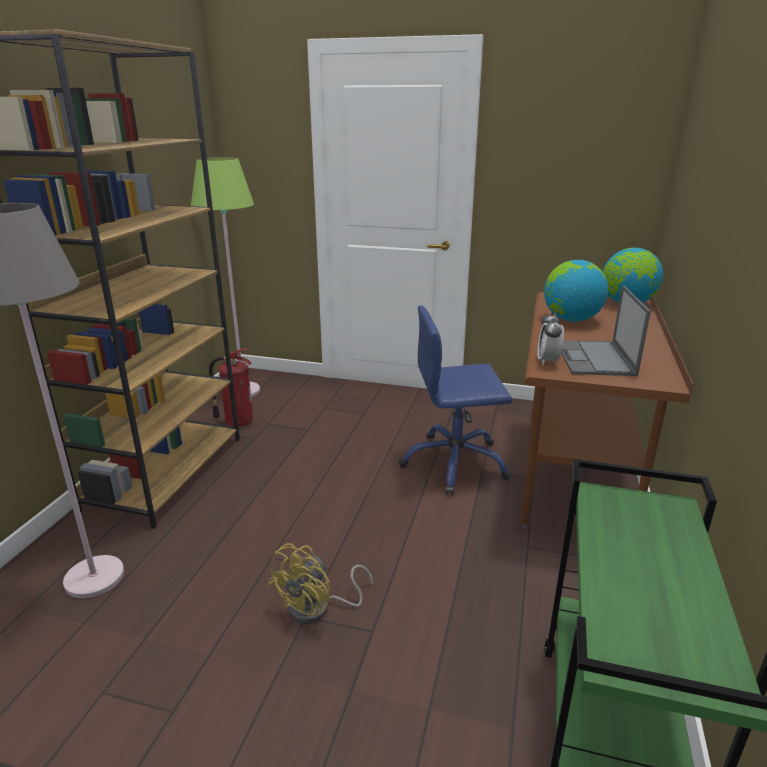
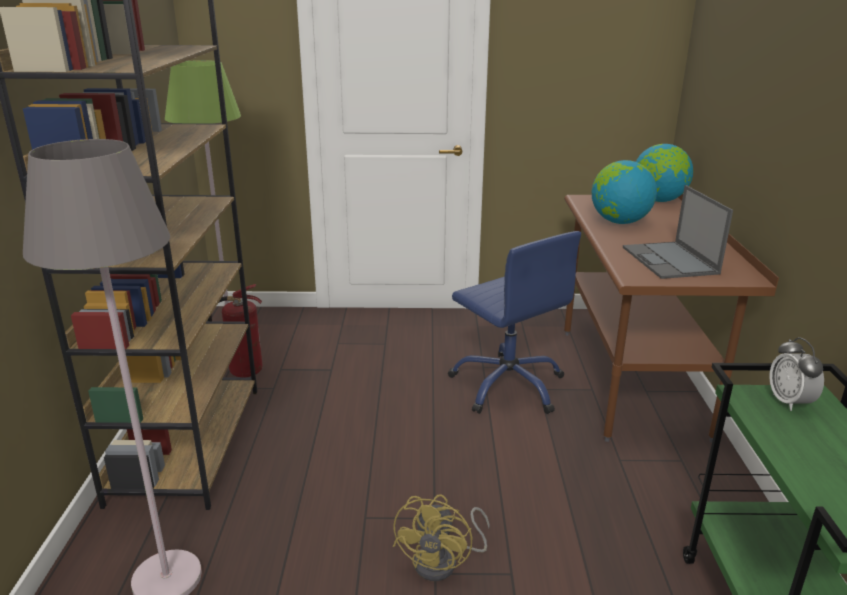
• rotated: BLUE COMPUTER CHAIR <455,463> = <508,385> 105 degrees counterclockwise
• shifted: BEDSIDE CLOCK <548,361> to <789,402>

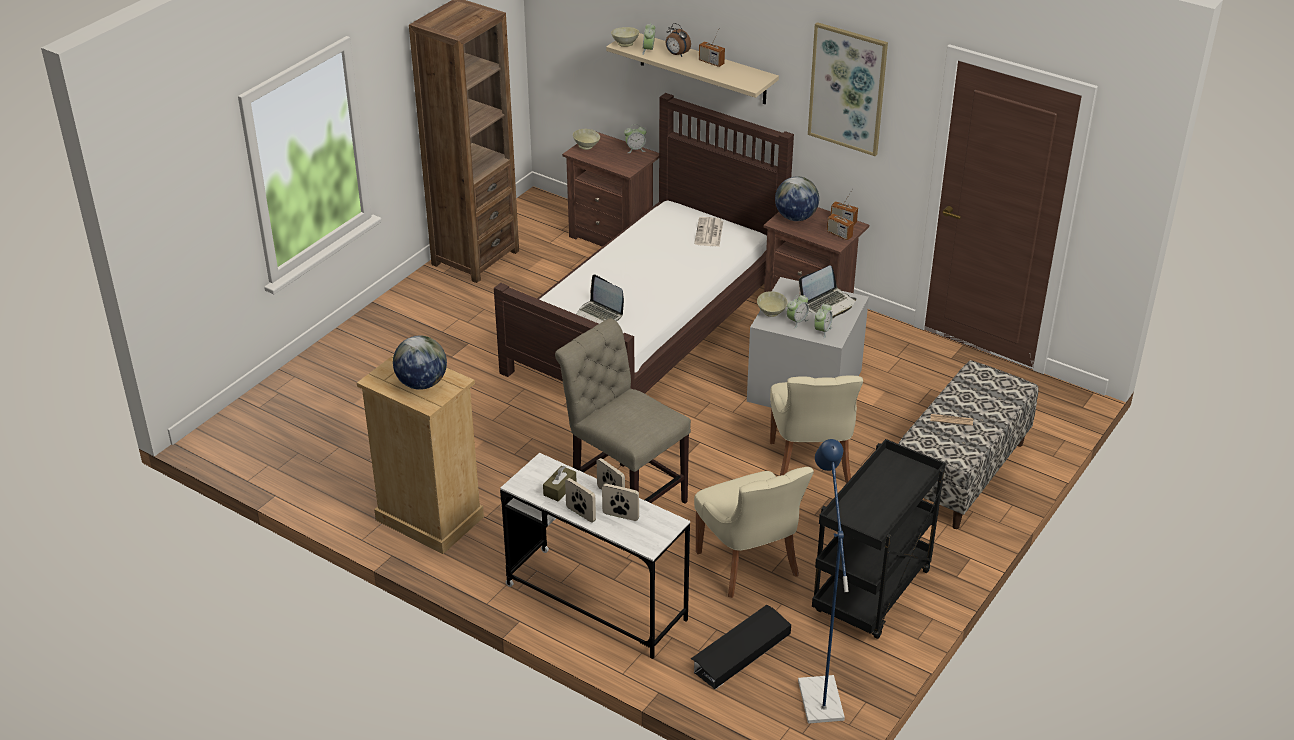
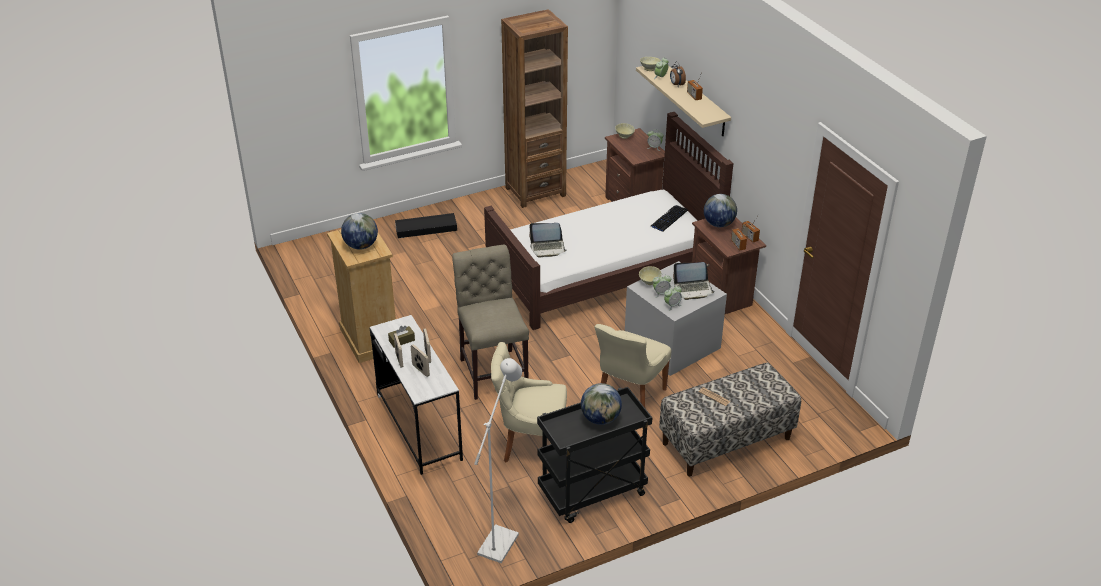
• shifted: BLACK-COLOURED STORAGE BIN <740,651> to <426,229>
• repainted: BLUE STANDARD LAMP <818,691> to WHITISH STANDARD LAMP <501,538>
• rotated: SAND-COLOURED UPRIGHT CHAIR <749,566> = <530,443> 90 degrees clockwise
• rotated: NOTEBOOK COMPUTER <599,315> = <548,248> 75 degrees counterclockwise
• new: DESK GLOBE <600,419>
• swapped: PRINTED PAPER <709,233> to COMPUTER KEYBOARD <669,219>
• gone: PICTURE <847,88>

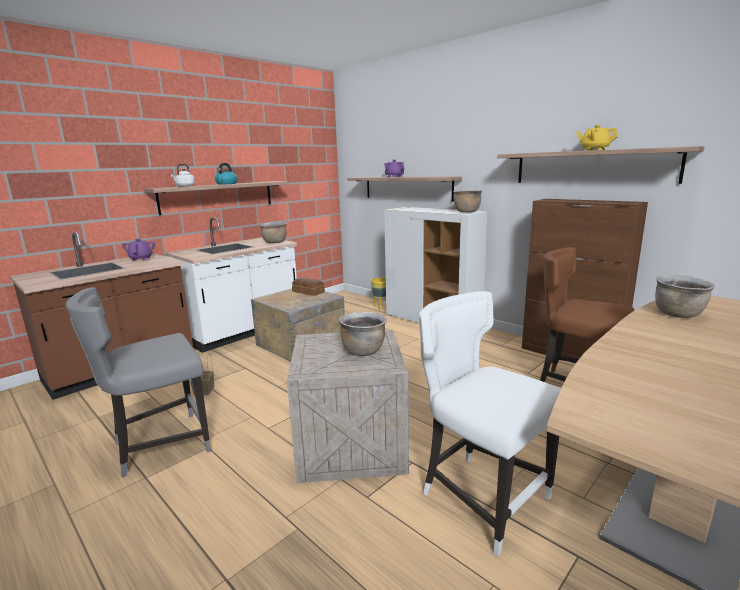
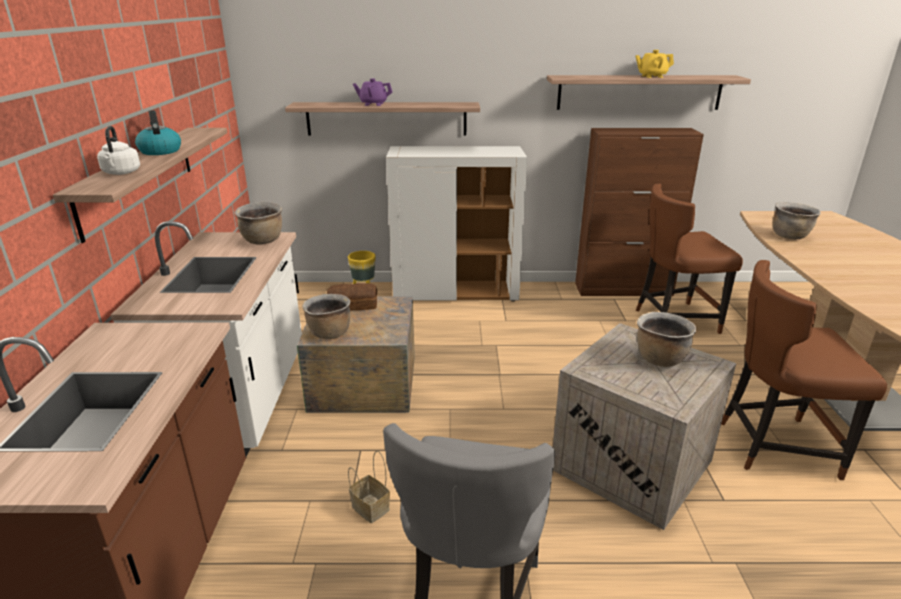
• shifted: BROWN-COLOURED STOCKPOT <466,212> to <329,333>
• repainted: WHITISH UPRIGHT CHAIR <482,497> to BROWN-COLOURED UPRIGHT CHAIR <773,446>
• gone: PURPLE TEA POT <141,259>

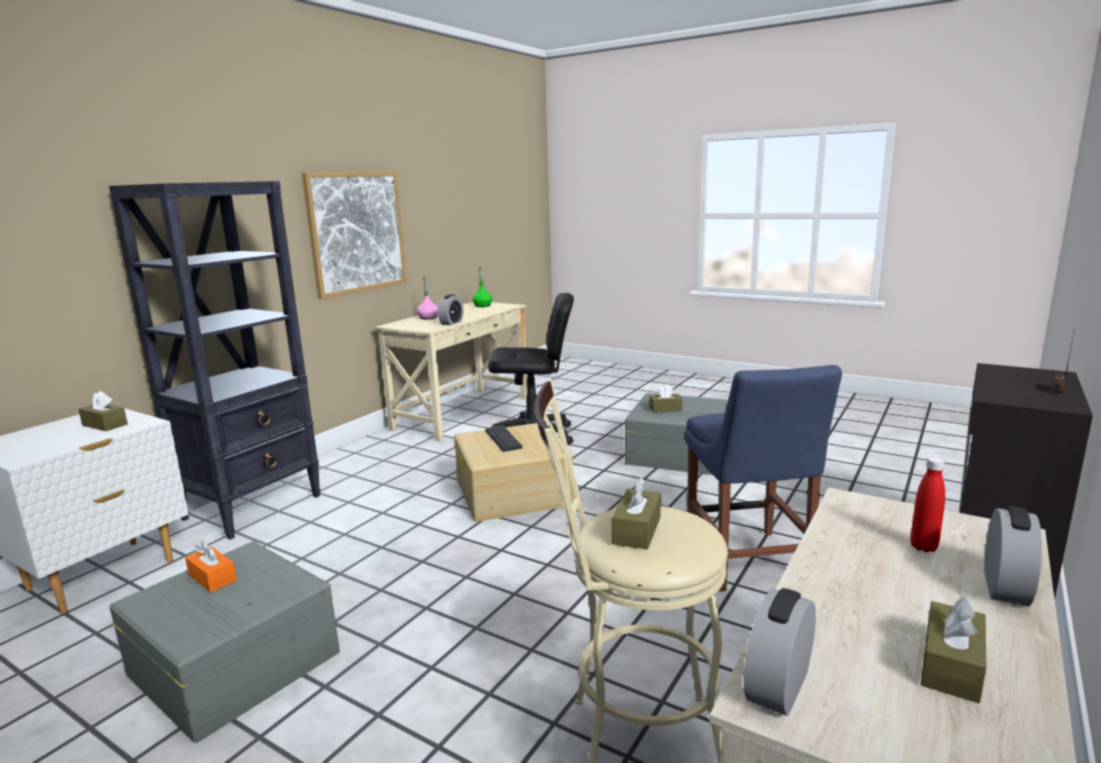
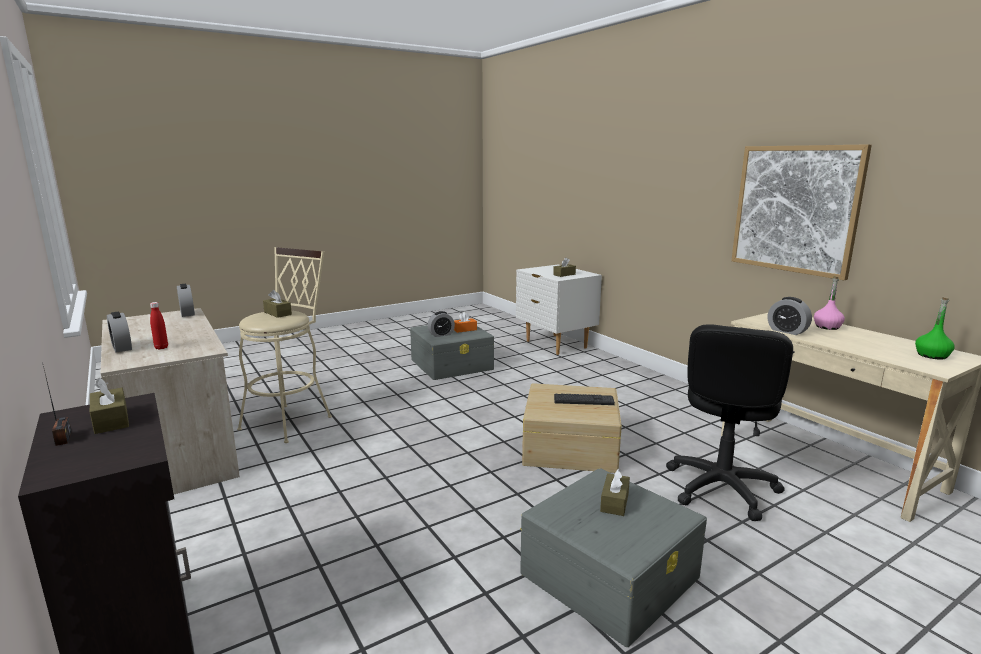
• shifted: BROWN-COLOURED BOX OF TISSUES <951,666> to <111,420>
• new: BEDSIDE CLOCK <441,334>
• gone: BLACK-COLOURED BOOKCASE <254,507>
• gone: BLUE UPRIGHT CHAIR <748,563>

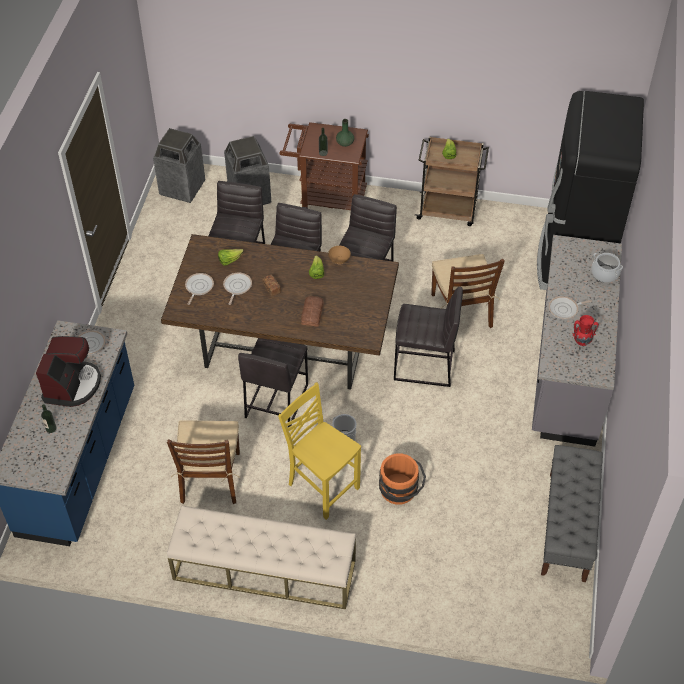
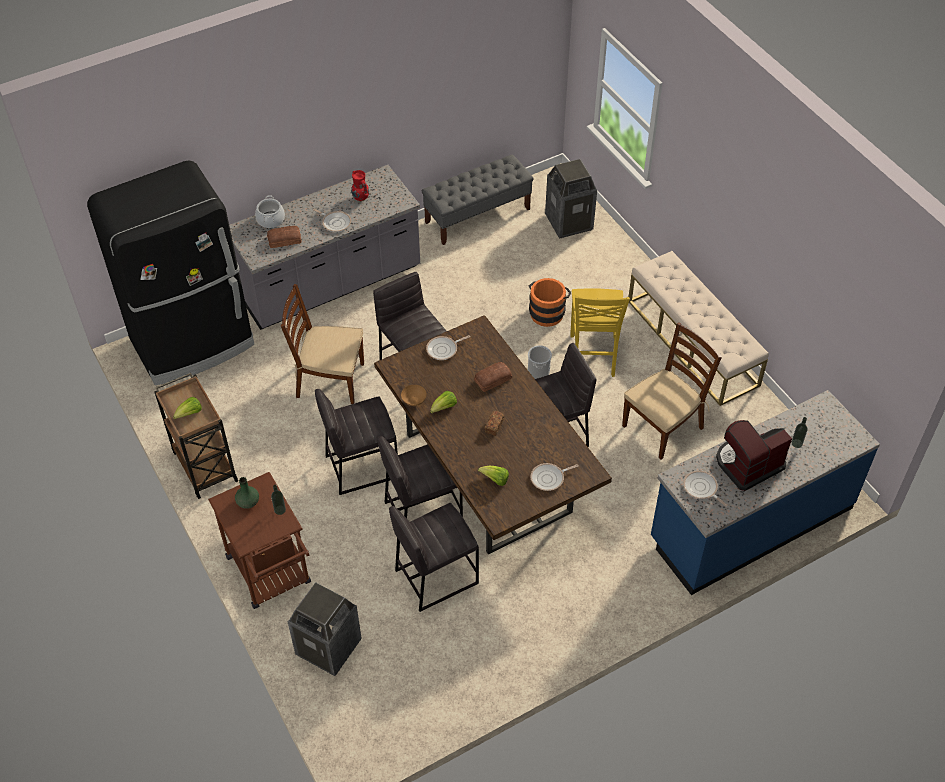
• new: BREAD <284,239>
• rotated: BROWN-COLOURED UPRIGHT CHAIR <462,311> = <329,380> 120 degrees counterclockwise
• shifted: FRYING PAN <237,287> to <444,349>
• shifted: WASTE BIN <182,188> to <569,222>

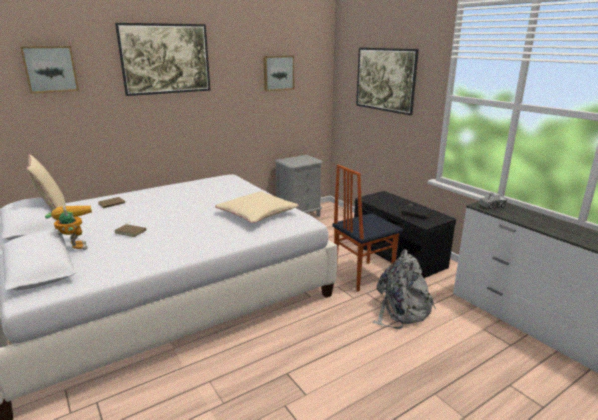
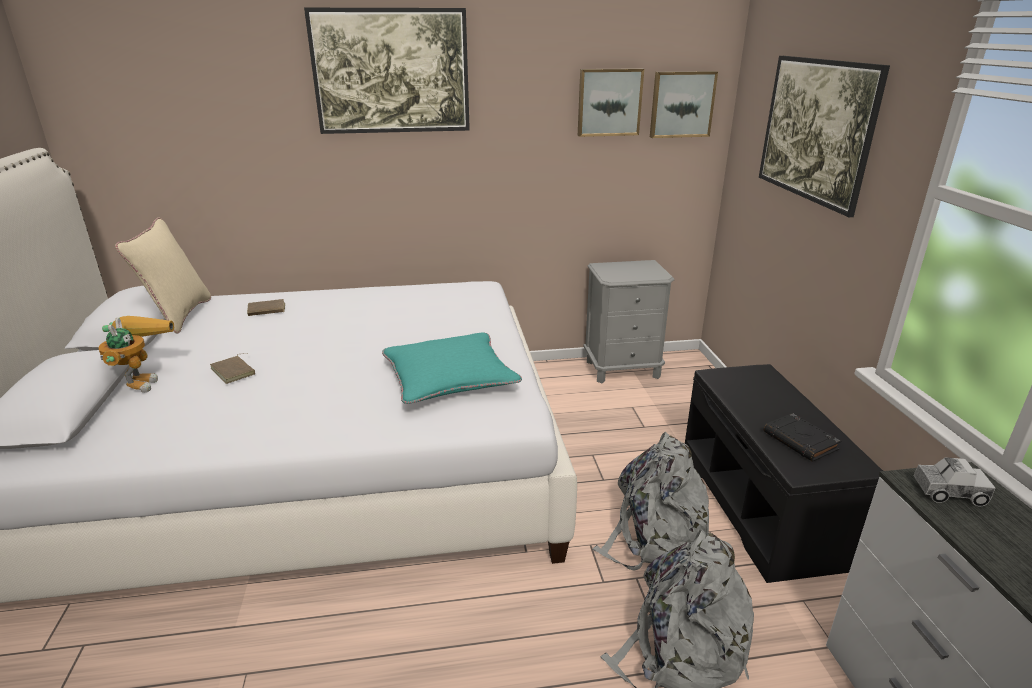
• repainted: SAND-COLOURED CUSHION <257,213> to BLUE-GREEN CUSHION <449,377>
• swapped: UPRIGHT CHAIR <362,276> to GREYISH BACKPACK <653,534>
• shifted: PICTURE <50,69> to <681,104>

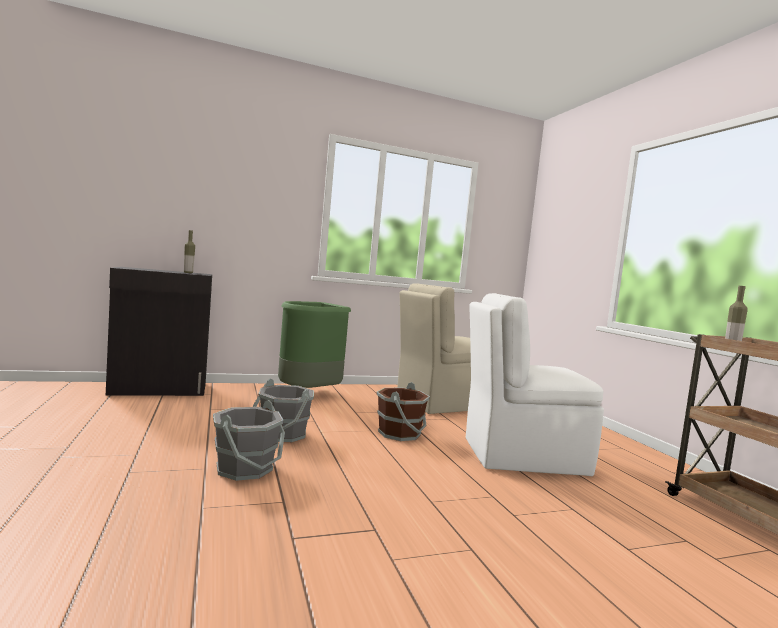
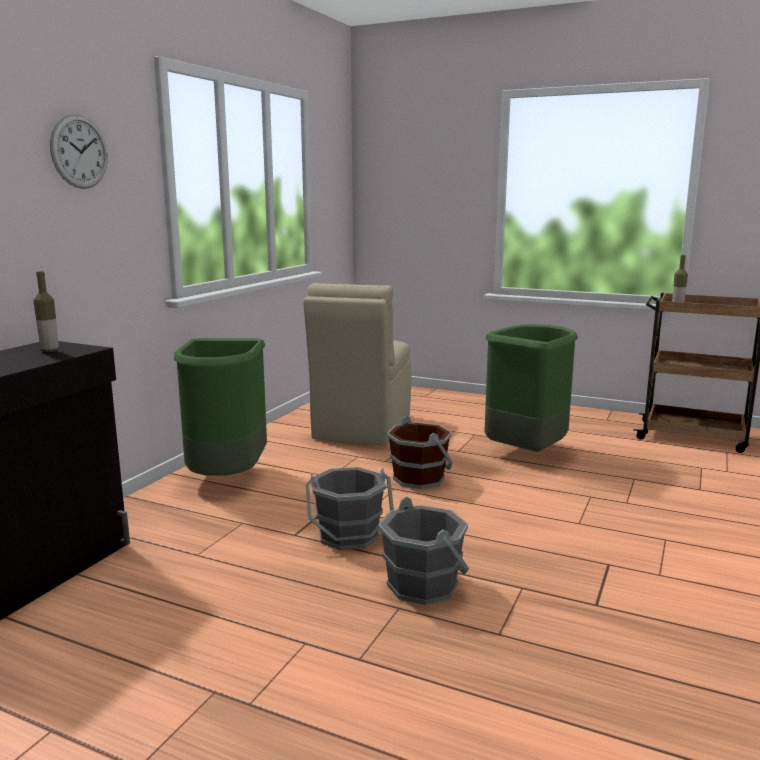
• new: HANGING CLOCK <79,151>
• swapped: WHITISH UPRIGHT CHAIR <520,456> to GREENISH WASTE BIN <527,453>

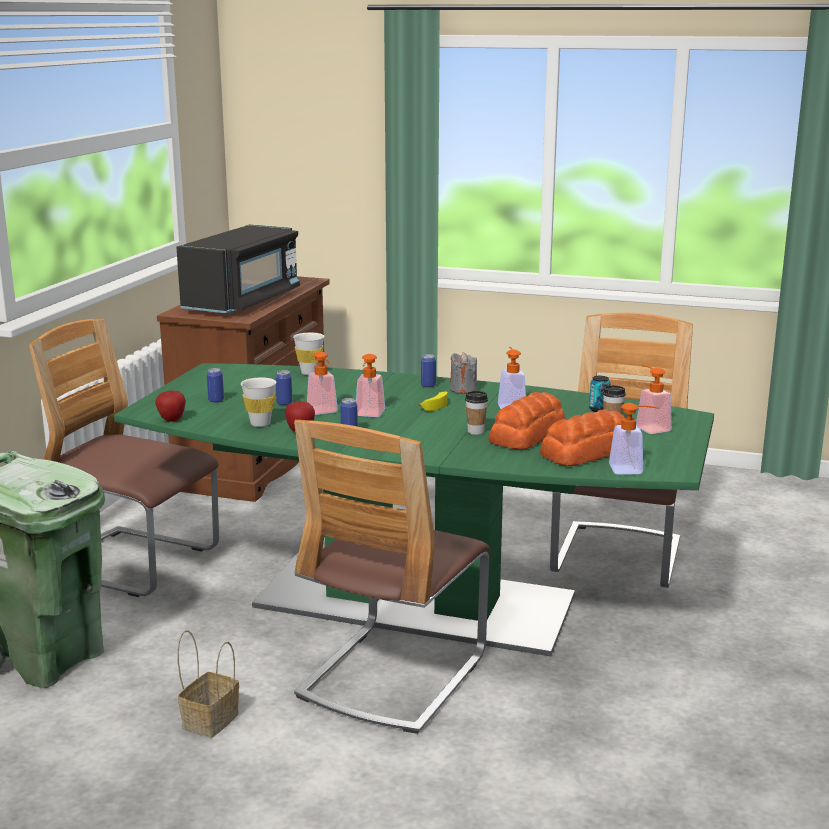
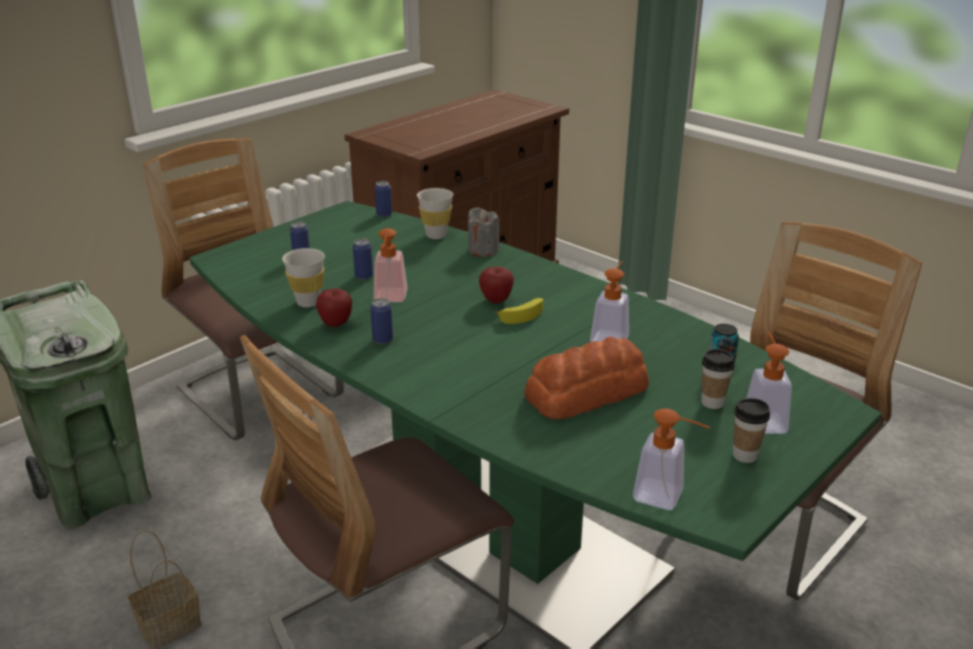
• shifted: SEALED CAN <428,386> to <384,214>
• shifted: GREYISH CANDLE <463,389> to <483,250>
• shifted: APPLE <172,420> to <496,300>
• shifted: CUP <475,431> to <745,455>
• gone: BLACK-COLOURED MICROWAVE OVEN <243,301>
• gone: SOAP BOTTLE <368,415>
• gone: BREAD <588,452>

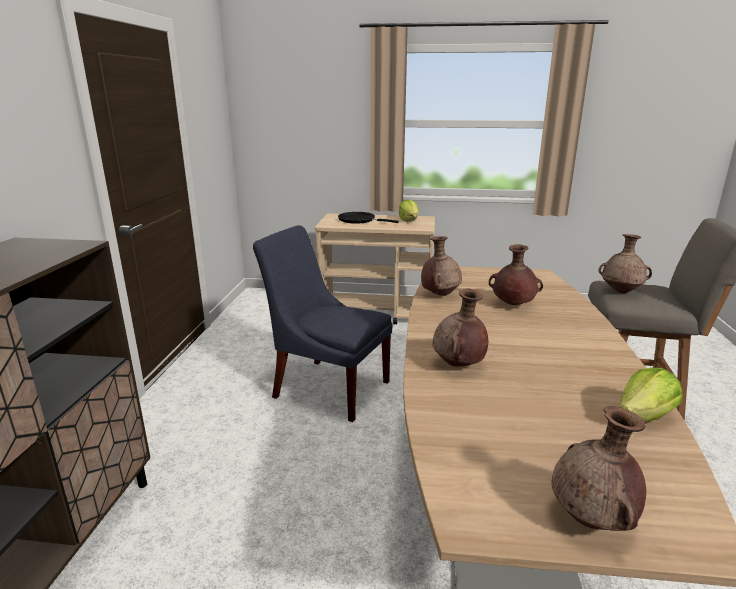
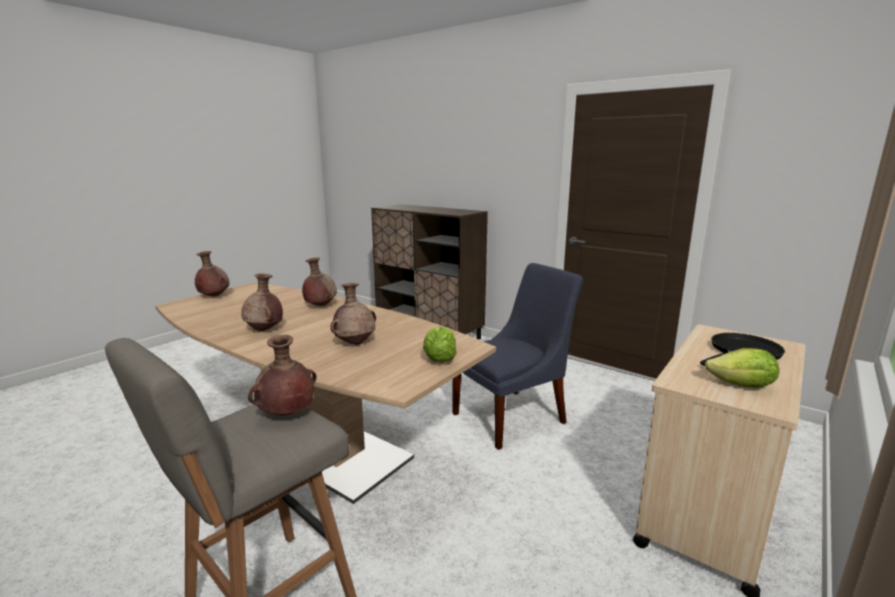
• shifted: BROWN-COLOURED FLOWER VASE <440,294> to <264,330>
• shifted: HEAD OF LETTUCE <644,416> to <439,359>

